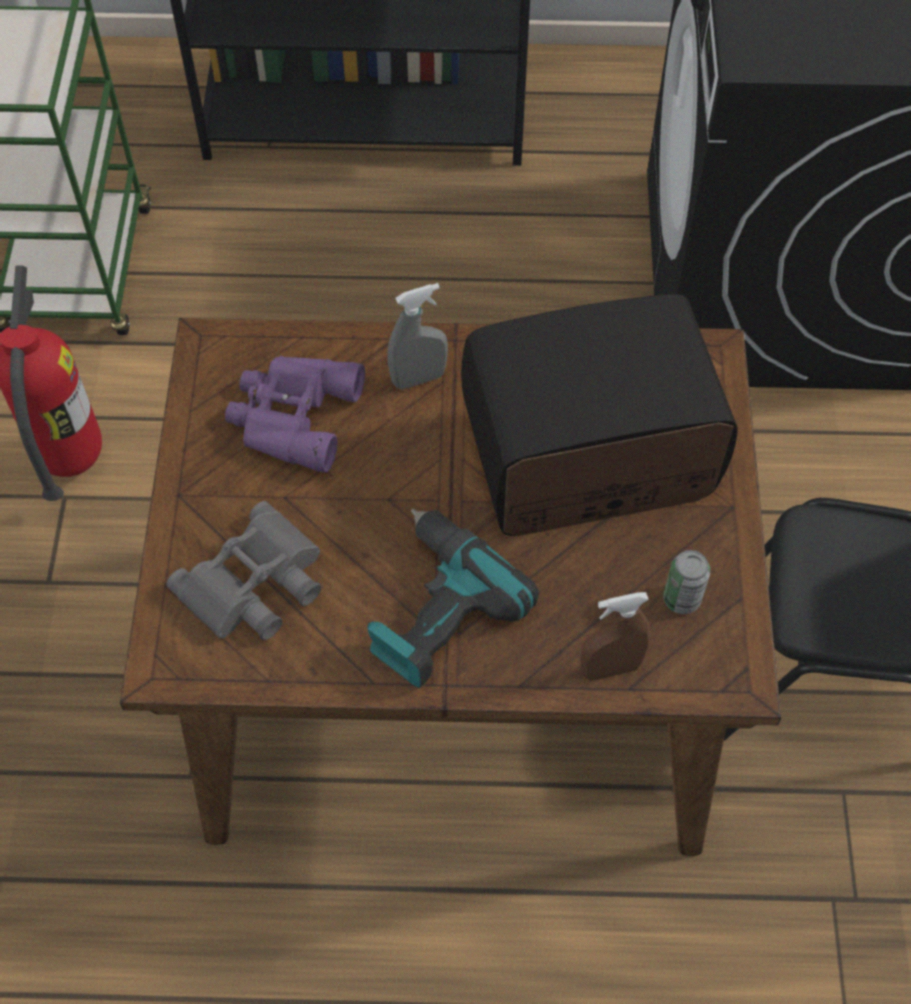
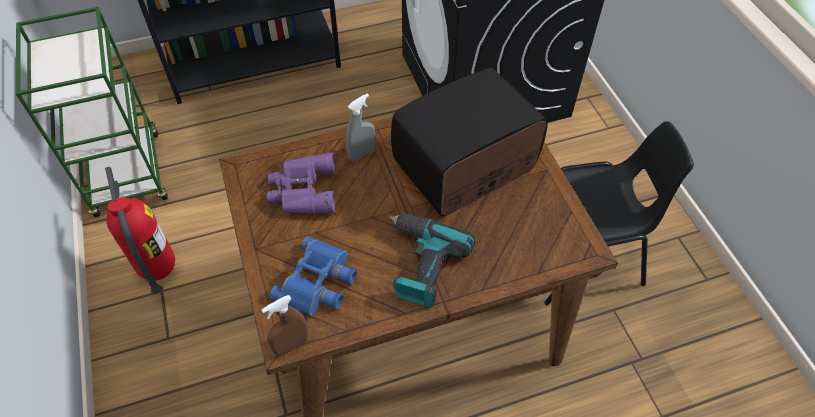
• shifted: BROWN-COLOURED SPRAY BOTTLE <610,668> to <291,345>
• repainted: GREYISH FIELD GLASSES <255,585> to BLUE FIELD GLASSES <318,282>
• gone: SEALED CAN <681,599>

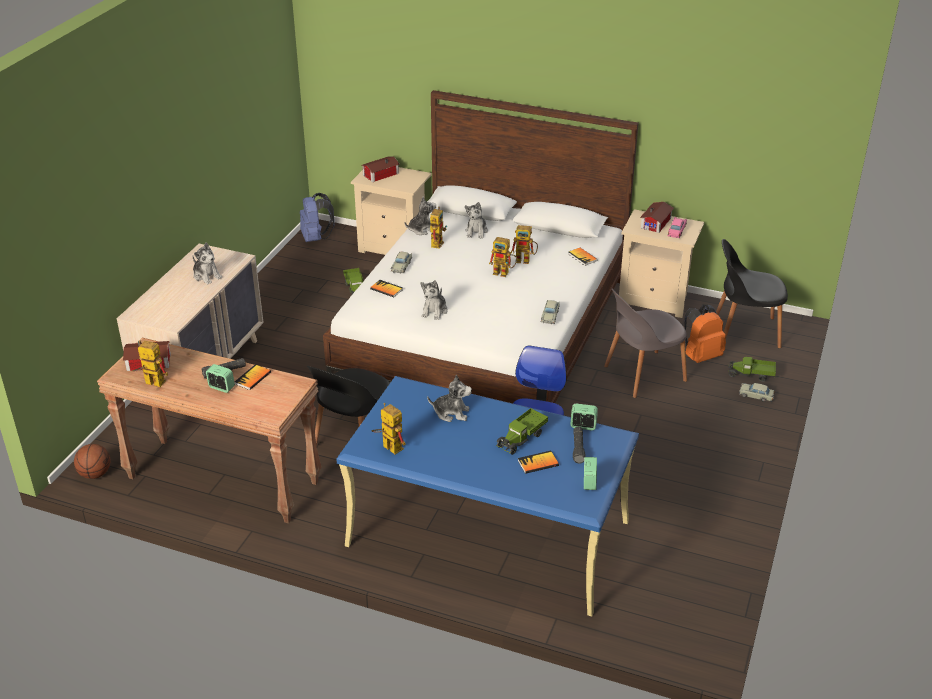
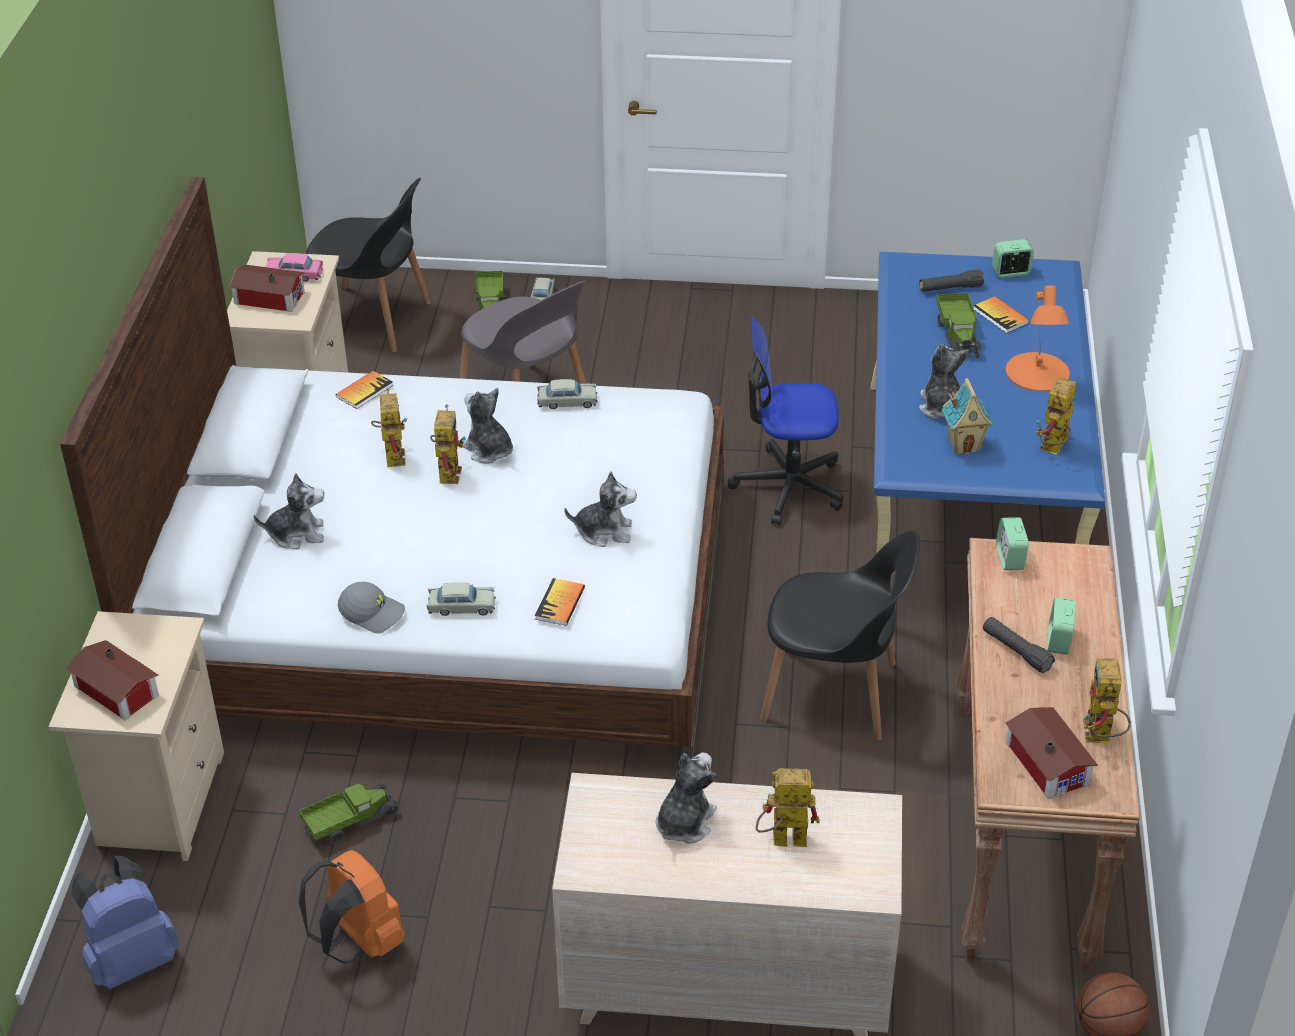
• shifted: ORANGE BACKPACK <700,356> to <358,942>
• rotated: BLACK-COLOURED UPRIGHT CHAIR <744,331> = <373,319> 60 degrees counterclockwise
• new: GREYISH BASEBALL CAP <373,612>
• shifted: PLUSH TOY <421,229> to <488,450>
• shifted: ROBOT FIGURE <437,242> to <781,841>
• rotated: TOY LORRY <522,438> = <958,336> 60 degrees clockwise
• new: TOY HOUSE <964,445>
• shifted: BEDSIDE CLOCK <583,426> to <1009,558>
• new: ORANGE TABLE LAMP <1037,373>
• gone: BOOK <253,378>

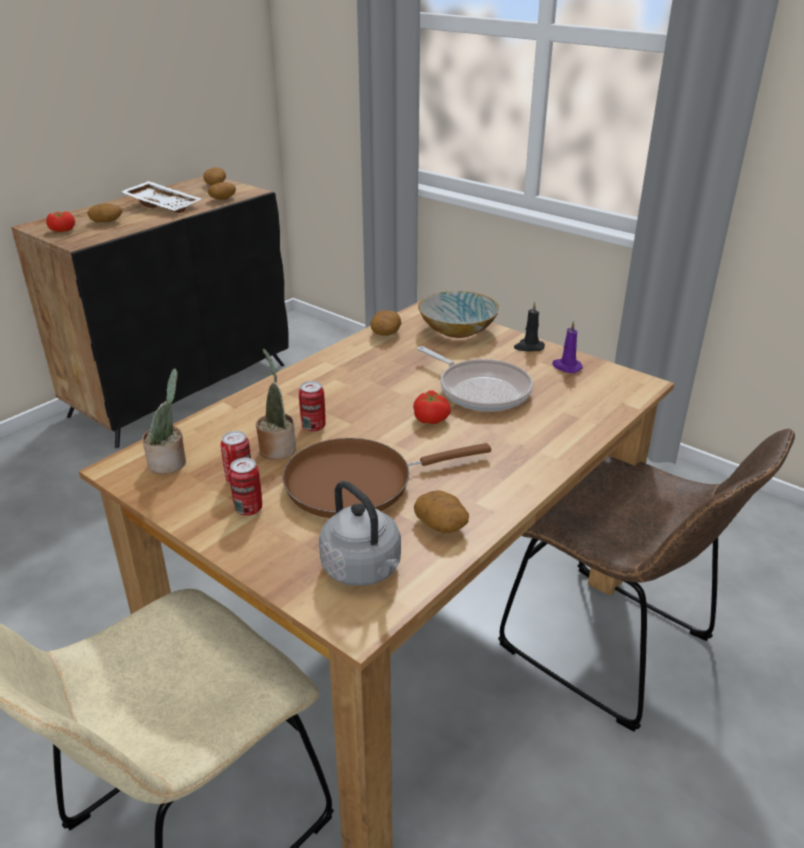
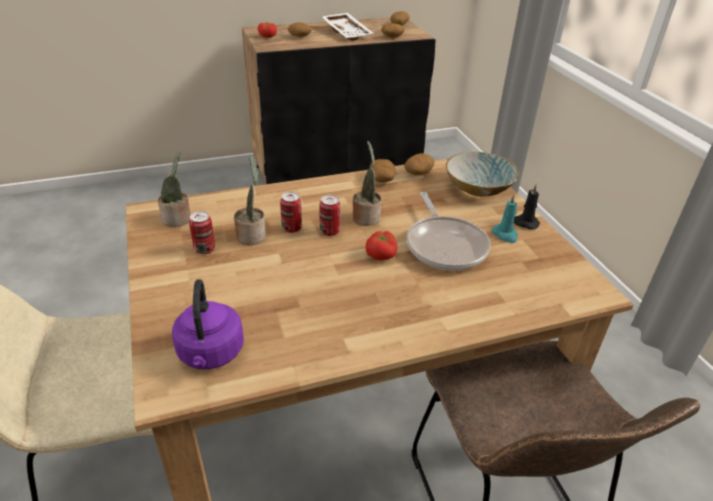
• repainted: GREYISH TEA KETTLE <364,569> to PURPLE TEA KETTLE <210,354>
• shifted: SEALED CAN <248,509> to <329,231>
• new: HOUSEPLANT <366,217>
• shifted: POTATO <442,524> to <382,179>
• new: BLUE-GREEN CANDLE <505,235>
• gone: BROWN-COLOURED FRYING PAN <357,482>
• gone: PURPLE CANDLE <566,367>

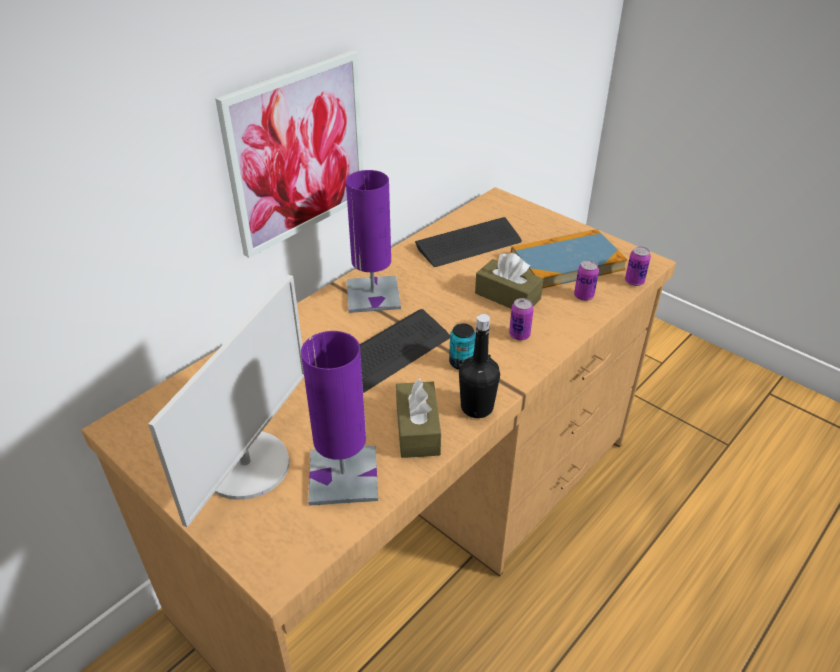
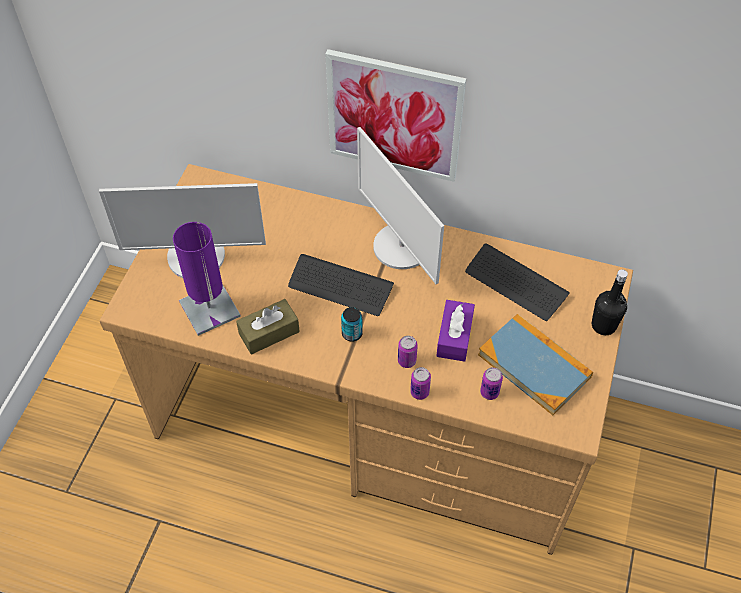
• swapped: PURPLE TABLE LAMP <373,295> to MONITOR <401,247>
• shifted: SEALED CAN <634,281> to <419,392>
• repainted: BROWN-COLOURED BOX OF TISSUES <507,296> to PURPLE BOX OF TISSUES <454,336>
• shifted: BLACK-COLOURED BEVERAGE BOTTLE <477,407> to <603,325>

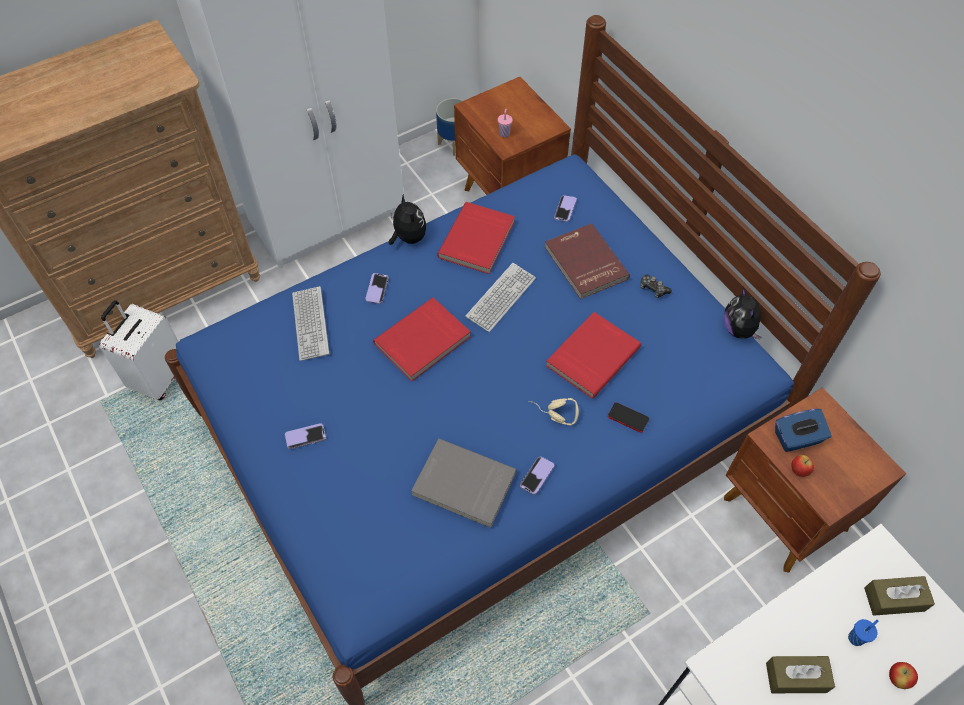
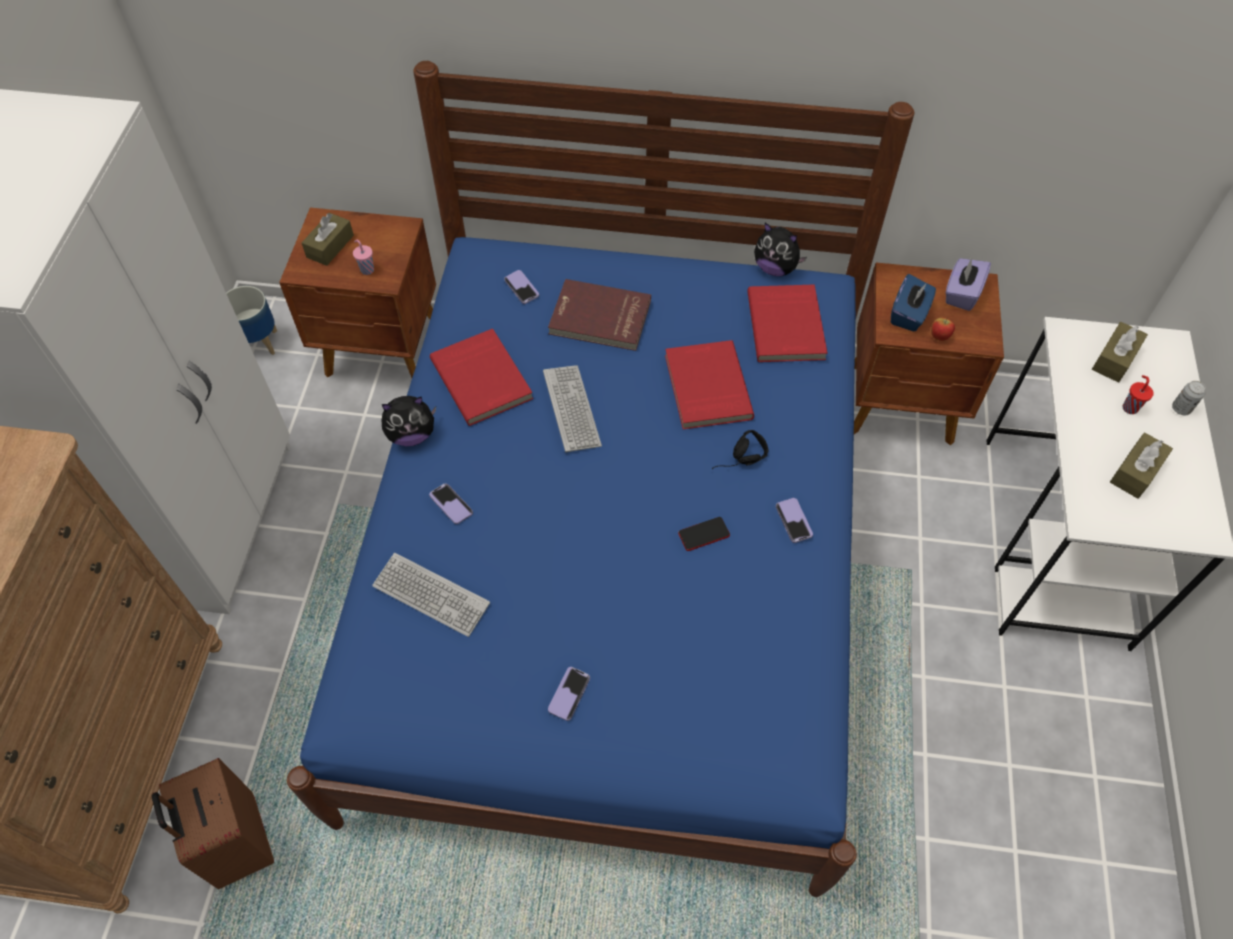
• repainted: WHITISH TRAVEL CASE <159,377> to BROWN-COLOURED TRAVEL CASE <238,843>
• new: BROWN-COLOURED BOX OF TISSUES <330,246>
• rotated: PLUSH TOY <408,238> = <412,435> 150 degrees clockwise
• shifted: PHONE <628,418> to <703,534>
• repainted: SAND-COLOURED HEADPHONES <552,415> to BLACK-COLOURED HEADPHONES <741,463>
• shifted: RED BOOK <423,341> to <787,326>
• new: PURPLE BOX OF TISSUES <961,293>
• repainted: BLUE CUP <856,637> to RED CUP <1129,407>
• swapped: APPLE <897,679> to SEALED CAN <1181,408>
• gone: GREYISH BOOK <463,485>
• gone: JOYPAD <653,289>

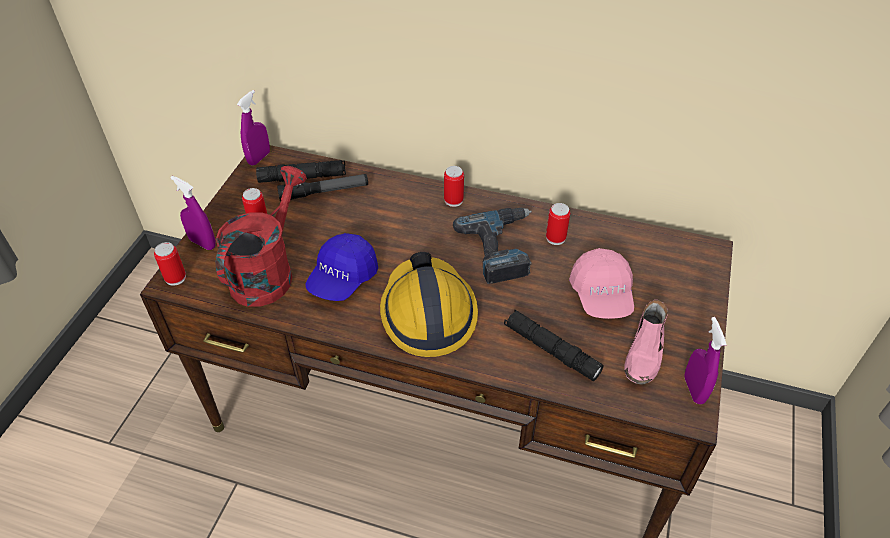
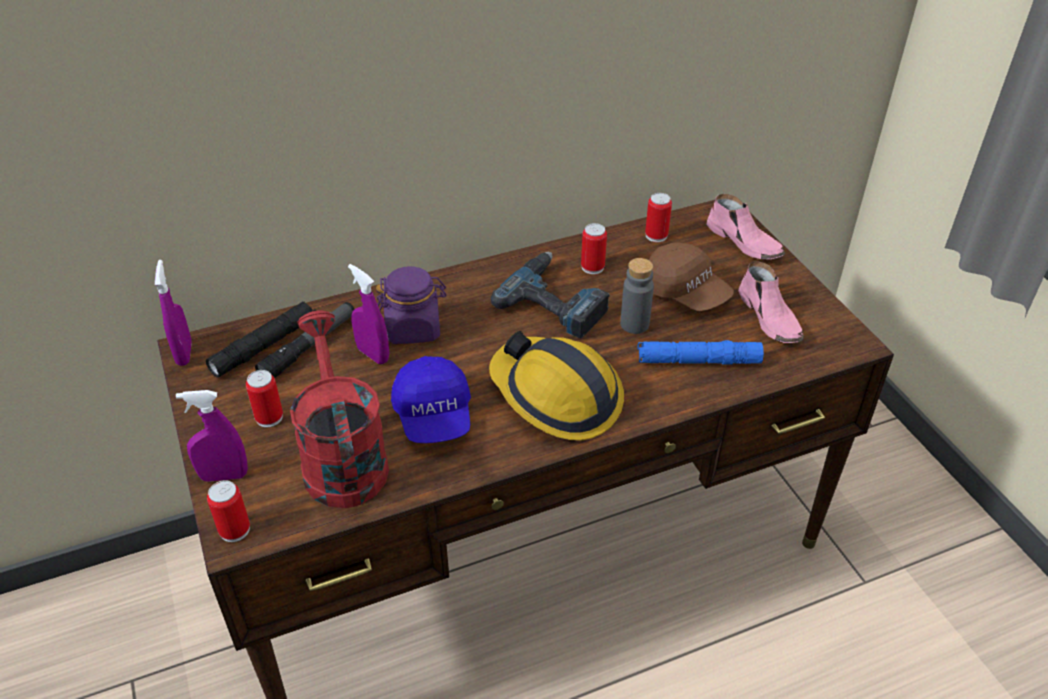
• shifted: PURPLE SPRAY BOTTLE <694,389> to <373,354>
• new: PURPLE PRESERVE JAR <413,328>
• new: GREYISH BEVERAGE BOTTLE <634,324>
• repainted: BLACK-COLOURED HAND TORCH <551,350> to BLUE HAND TORCH <698,361>
• shifted: SEALED CAN <453,200> to <656,235>
• repainted: PINK-COLOURED BASEBALL CAP <601,295> to BROWN-COLOURED BASEBALL CAP <686,293>
• new: PINK-COLOURED SHOE <744,242>

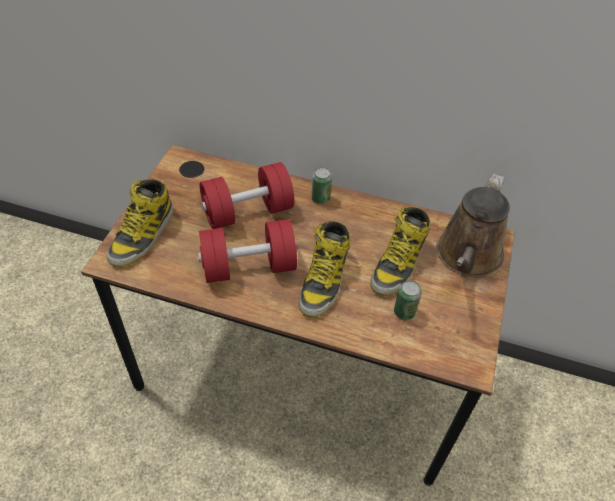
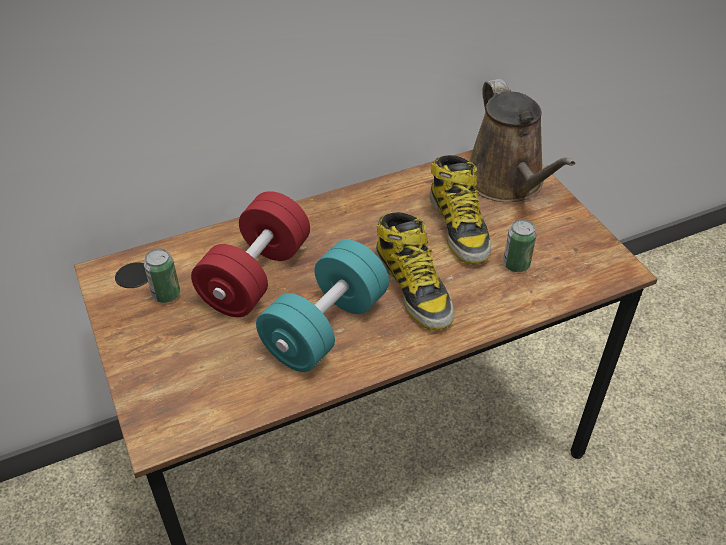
• shifted: SEALED CAN <320,198> to <166,294>
• repainted: RED HAND WEIGHT <248,266> to BLUE-GREEN HAND WEIGHT <325,327>
• gone: BOOT <142,235>

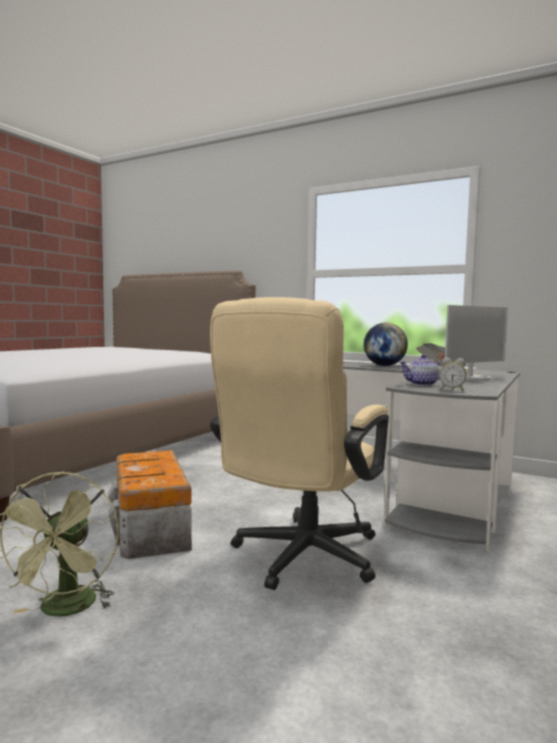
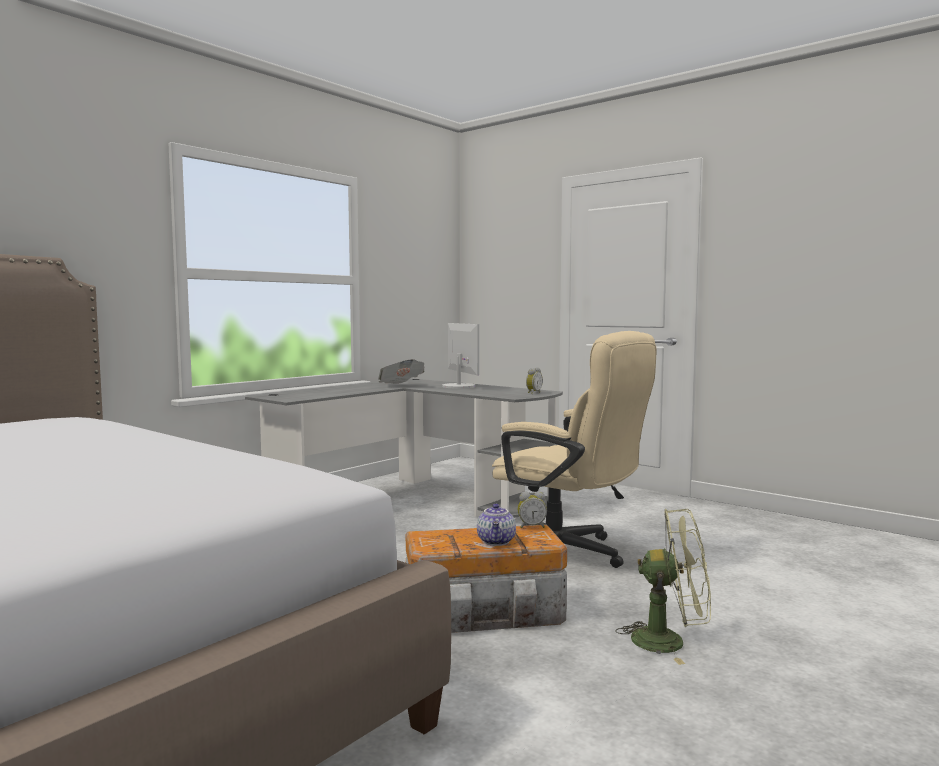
• shifted: TEA POT <422,384> to <497,541>
• new: BEDSIDE CLOCK <531,526>
• gone: DESK GLOBE <384,365>

